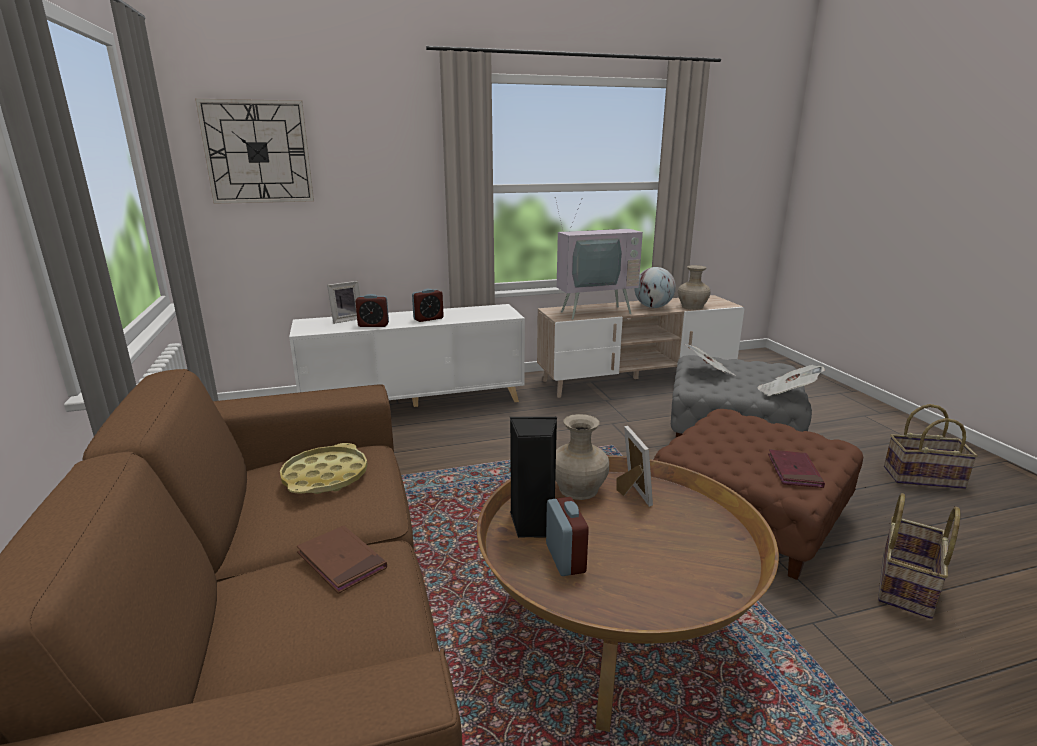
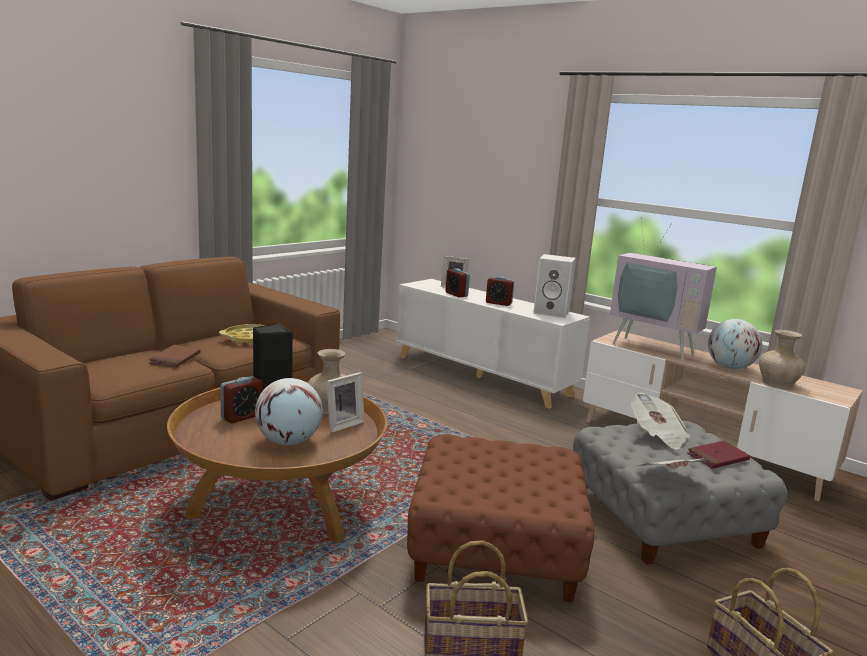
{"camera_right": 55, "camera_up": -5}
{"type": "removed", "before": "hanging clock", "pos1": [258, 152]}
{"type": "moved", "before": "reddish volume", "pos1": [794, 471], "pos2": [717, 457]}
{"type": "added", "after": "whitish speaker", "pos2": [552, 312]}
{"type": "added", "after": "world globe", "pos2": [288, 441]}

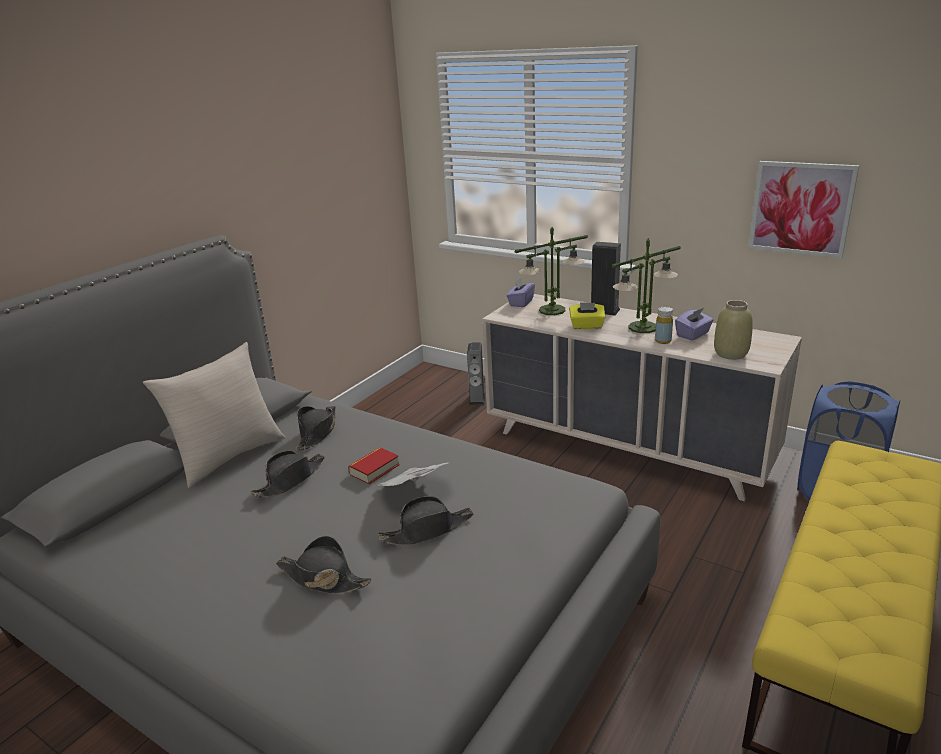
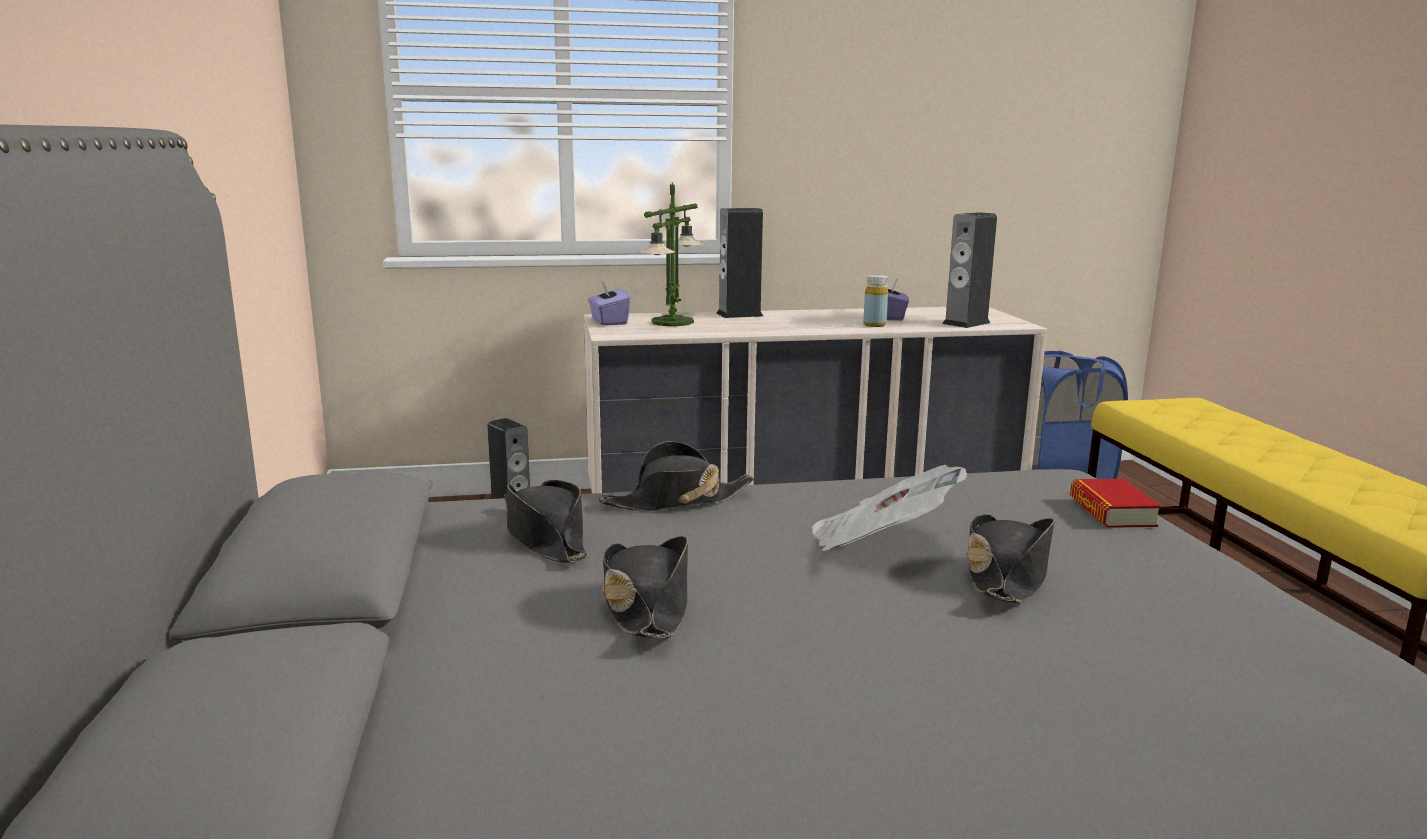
{"camera_right": -45, "camera_up": -10}
{"type": "removed", "before": "picture", "pos1": [801, 208]}
{"type": "removed", "before": "tabletop lamp", "pos1": [642, 328]}
{"type": "replaced", "before": "beige-coloured flower vase", "after": "speaker", "pos1": [731, 354], "pos2": [966, 323]}
{"type": "removed", "before": "yellow-coloured tissue box", "pos1": [587, 326]}
{"type": "removed", "before": "beige-coloured cushion", "pos1": [229, 456]}
{"type": "moved", "before": "volume", "pos1": [374, 469], "pos2": [1112, 512]}
{"type": "moved", "before": "black hat", "pos1": [323, 578], "pos2": [677, 501]}

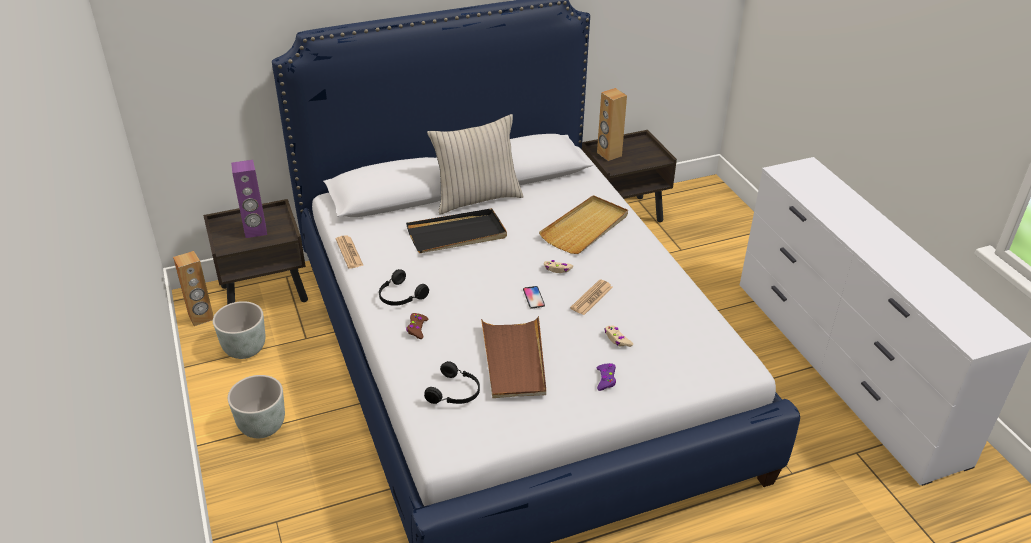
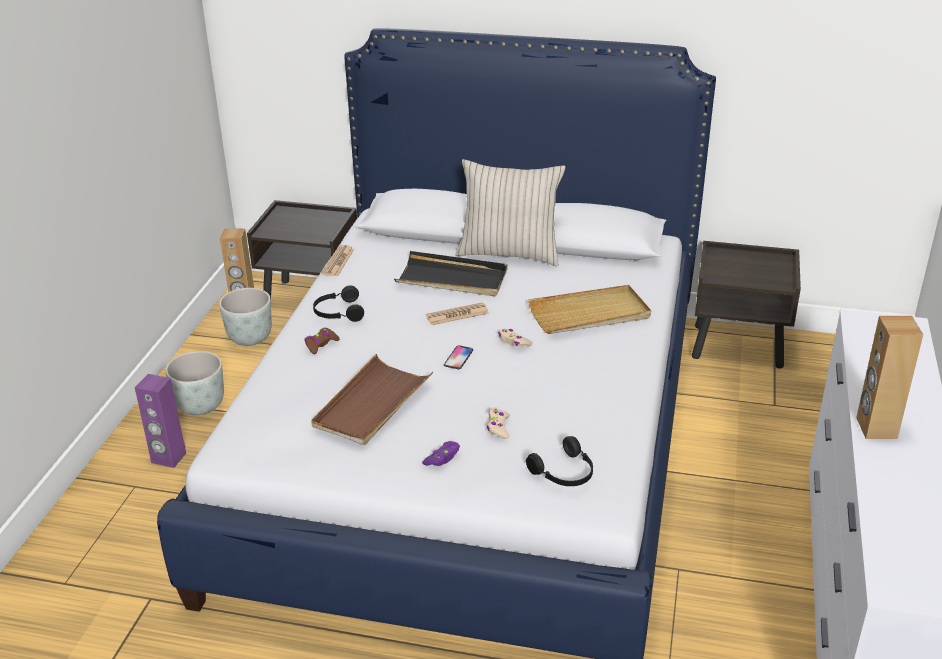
{"camera_right": 35, "camera_up": -5}
{"type": "moved", "before": "brown-coloured speaker", "pos1": [609, 154], "pos2": [875, 428]}
{"type": "moved", "before": "purplish speaker", "pos1": [255, 231], "pos2": [168, 458]}
{"type": "moved", "before": "daily paper", "pos1": [591, 298], "pos2": [457, 315]}
{"type": "moved", "before": "black headset", "pos1": [455, 392], "pos2": [564, 473]}

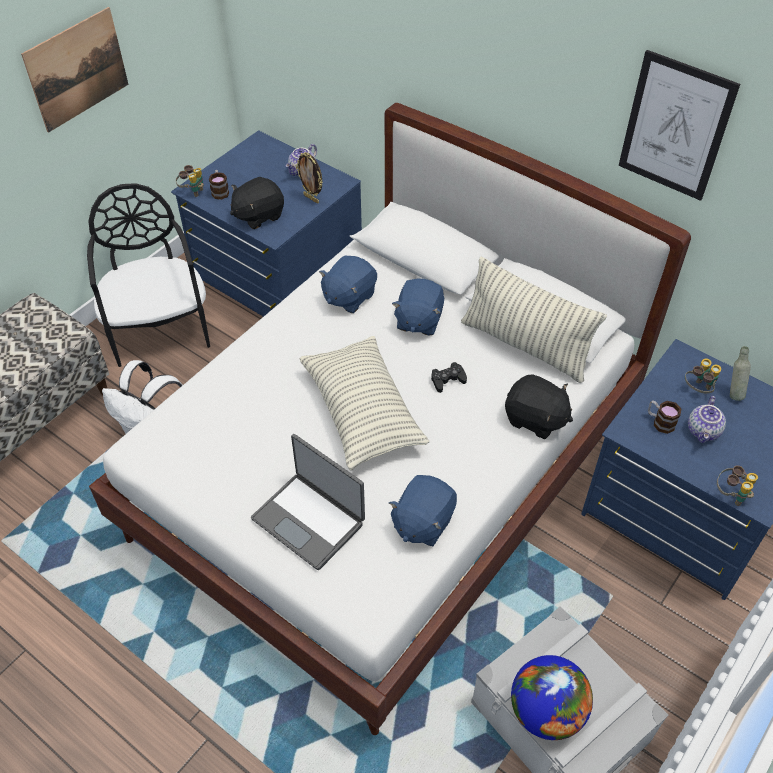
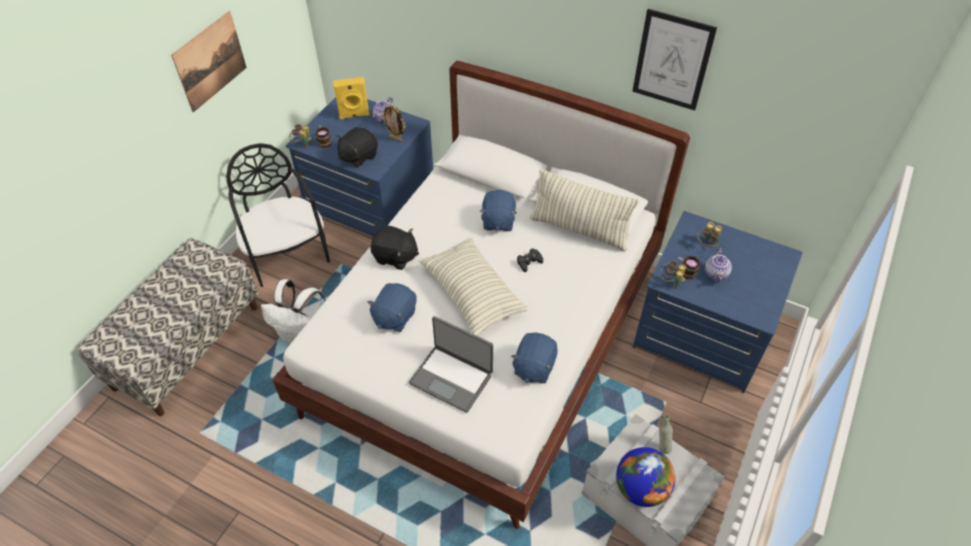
{"camera_right": -10, "camera_up": 0}
{"type": "moved", "before": "bluish cuddly toy", "pos1": [348, 297], "pos2": [394, 316]}
{"type": "moved", "before": "gray drink bottle", "pos1": [733, 392], "pos2": [662, 445]}
{"type": "moved", "before": "black cuddly toy", "pos1": [535, 419], "pos2": [395, 257]}
{"type": "moved", "before": "field glasses", "pos1": [731, 495], "pos2": [670, 282]}
{"type": "added", "after": "yellow-coloured speaker", "pos2": [354, 116]}

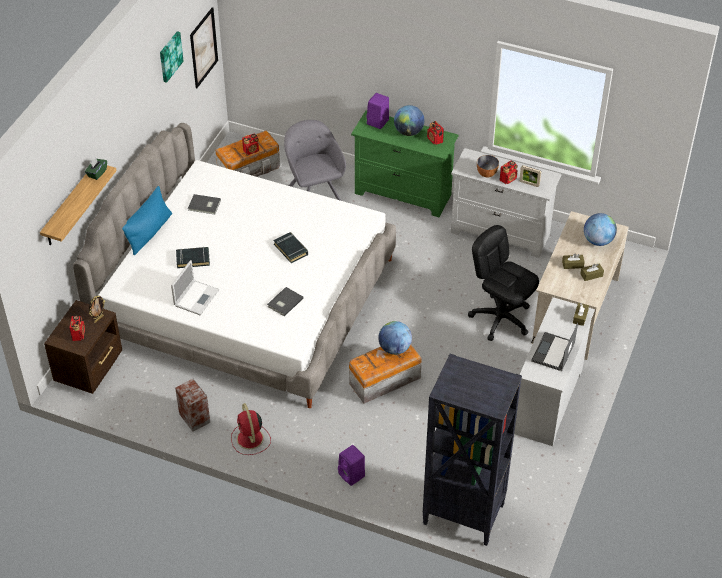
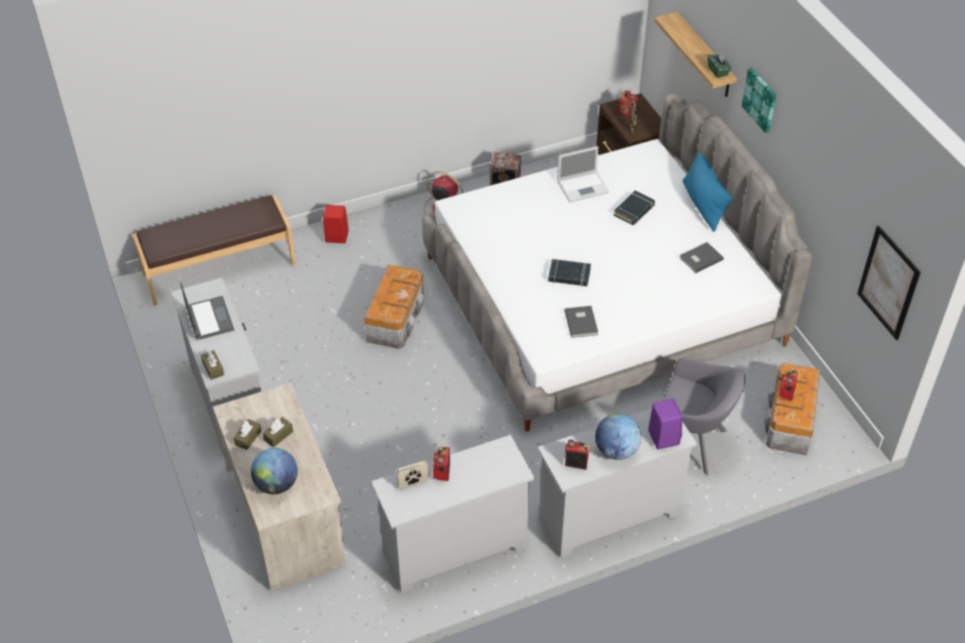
{"camera_right": 135, "camera_up": 0}
{"type": "moved", "before": "picture", "pos1": [170, 56], "pos2": [760, 99]}
{"type": "recoloured", "before": "green-coloured chest of drawers", "after": "whitish chest of drawers", "pos1": [403, 194], "pos2": [608, 516]}
{"type": "removed", "before": "serving bowl", "pos1": [486, 174]}
{"type": "removed", "before": "black office chair", "pos1": [501, 318]}
{"type": "turned", "before": "notebook computer", "pos1": [197, 297], "pos2": [583, 186], "turn": -90}
{"type": "moved", "before": "gray volume", "pos1": [284, 302], "pos2": [582, 322]}
{"type": "removed", "before": "world globe", "pos1": [394, 348]}
{"type": "replaced", "before": "black shelving unit", "after": "brown-coloured bench", "pos1": [462, 514], "pos2": [219, 268]}
{"type": "recoloured", "before": "purplish speaker", "after": "reddish speaker", "pos1": [352, 475], "pos2": [336, 236]}

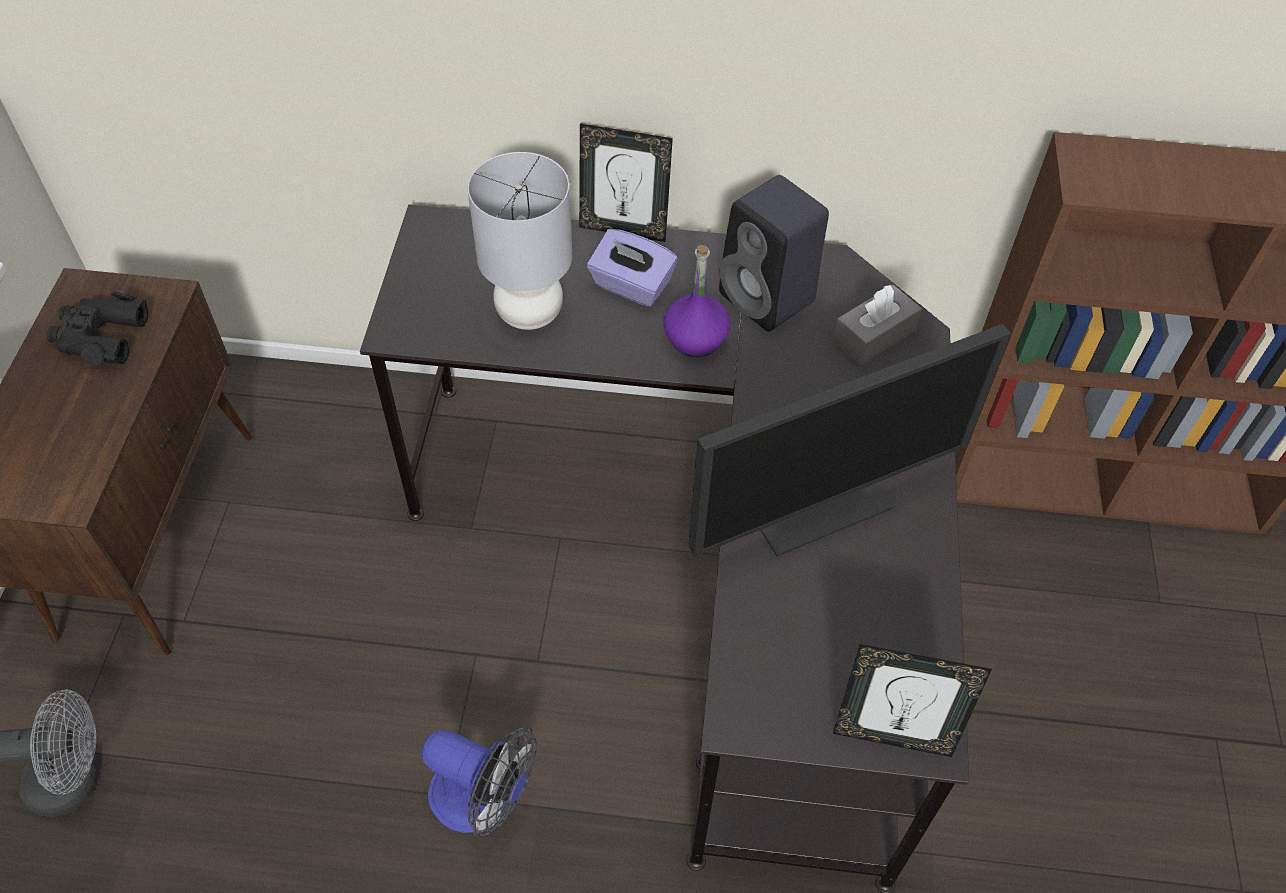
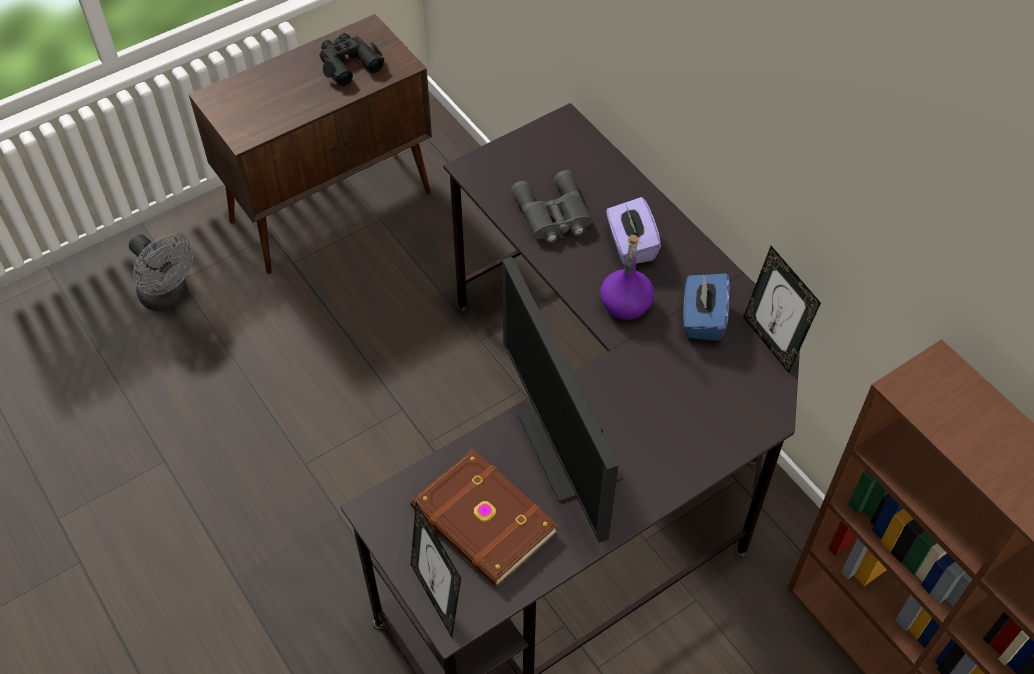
{"camera_right": 50, "camera_up": 0}
{"type": "moved", "before": "standing frame", "pos1": [623, 229], "pos2": [771, 342]}
{"type": "replaced", "before": "gray tabletop lamp", "after": "gray field glasses", "pos1": [530, 314], "pos2": [553, 215]}
{"type": "replaced", "before": "black speaker", "after": "bluish tissue box", "pos1": [769, 299], "pos2": [702, 319]}
{"type": "removed", "before": "gray tissue box", "pos1": [874, 336]}
{"type": "turned", "before": "monitor", "pos1": [816, 499], "pos2": [569, 448], "turn": 45}
{"type": "removed", "before": "electric fan", "pos1": [483, 800]}
{"type": "added", "after": "brown-coloured volume", "pos2": [482, 522]}

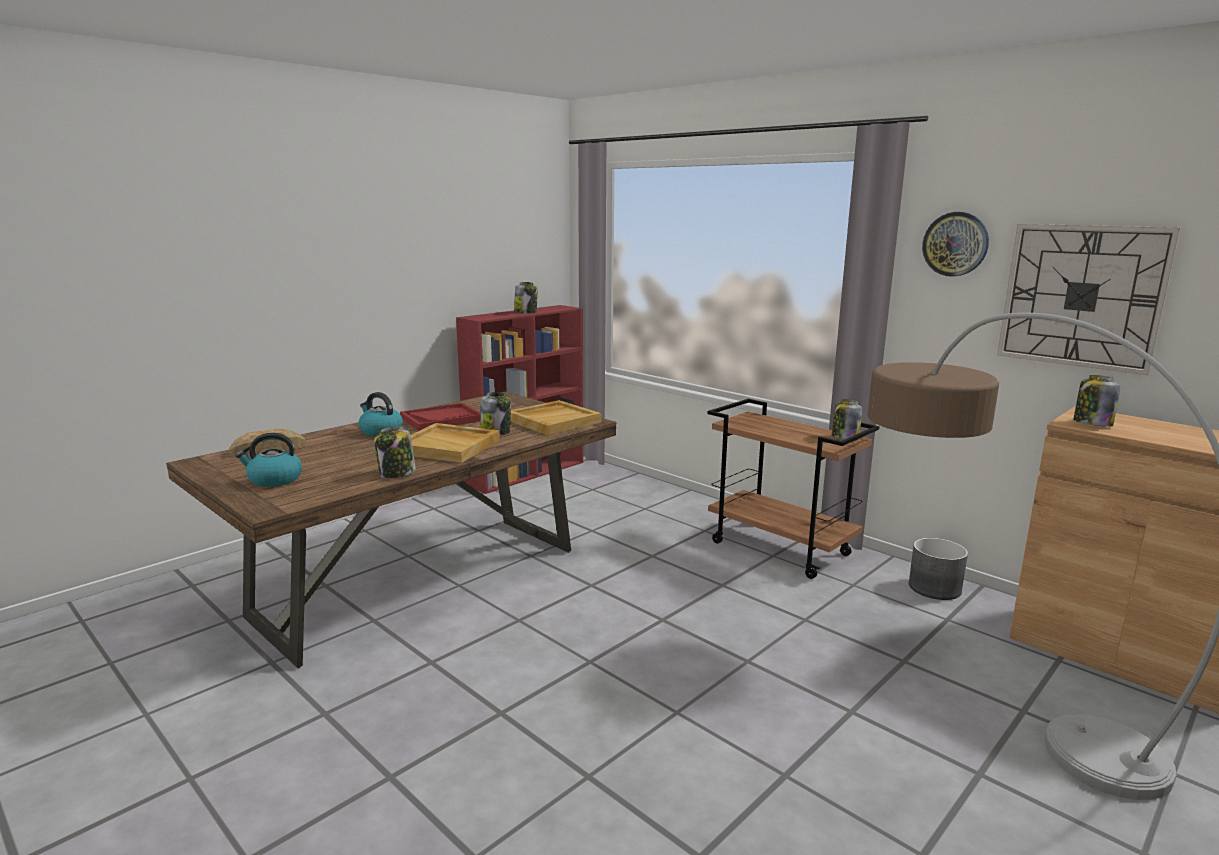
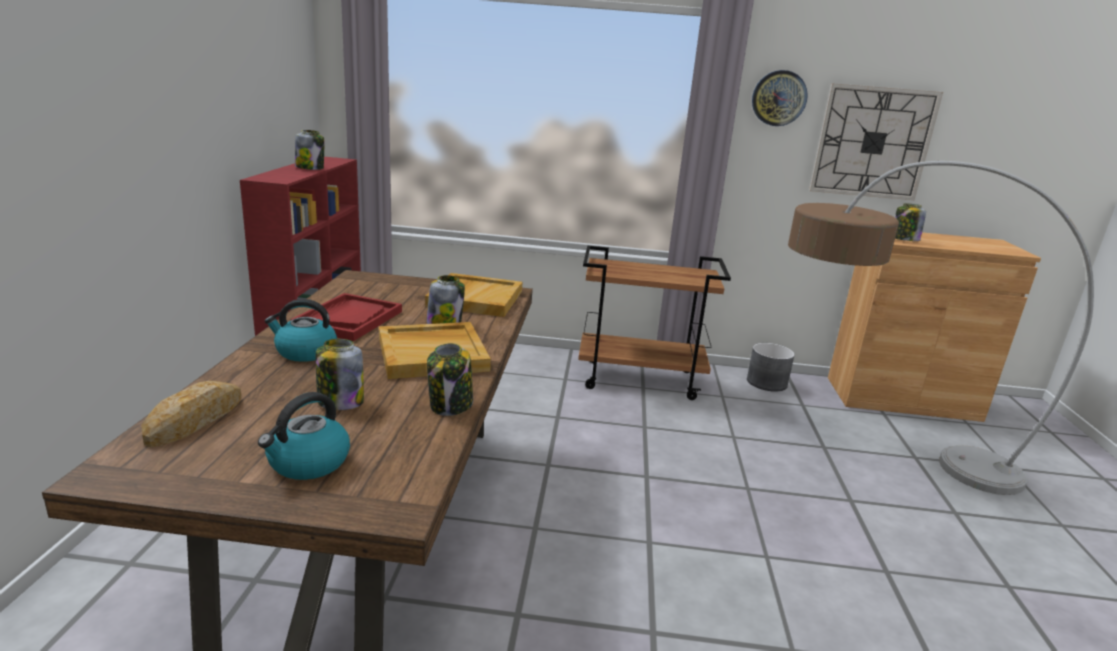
{"camera_right": -40, "camera_up": 5}
{"type": "moved", "before": "jar", "pos1": [844, 437], "pos2": [340, 402]}

